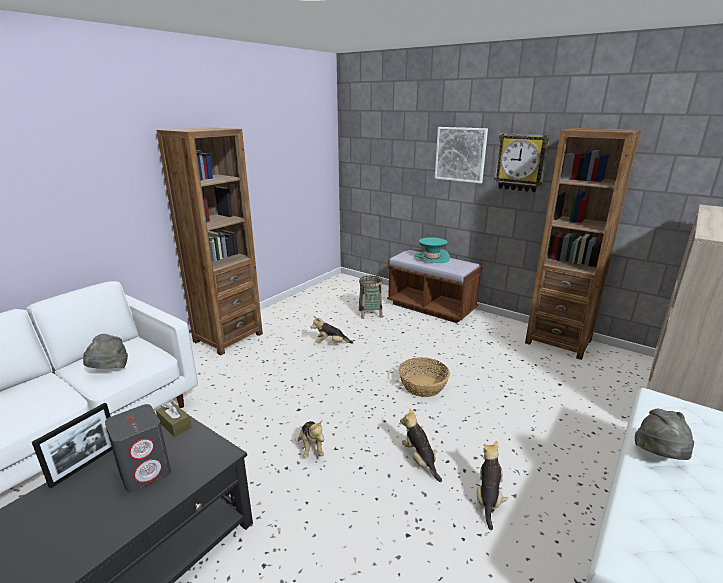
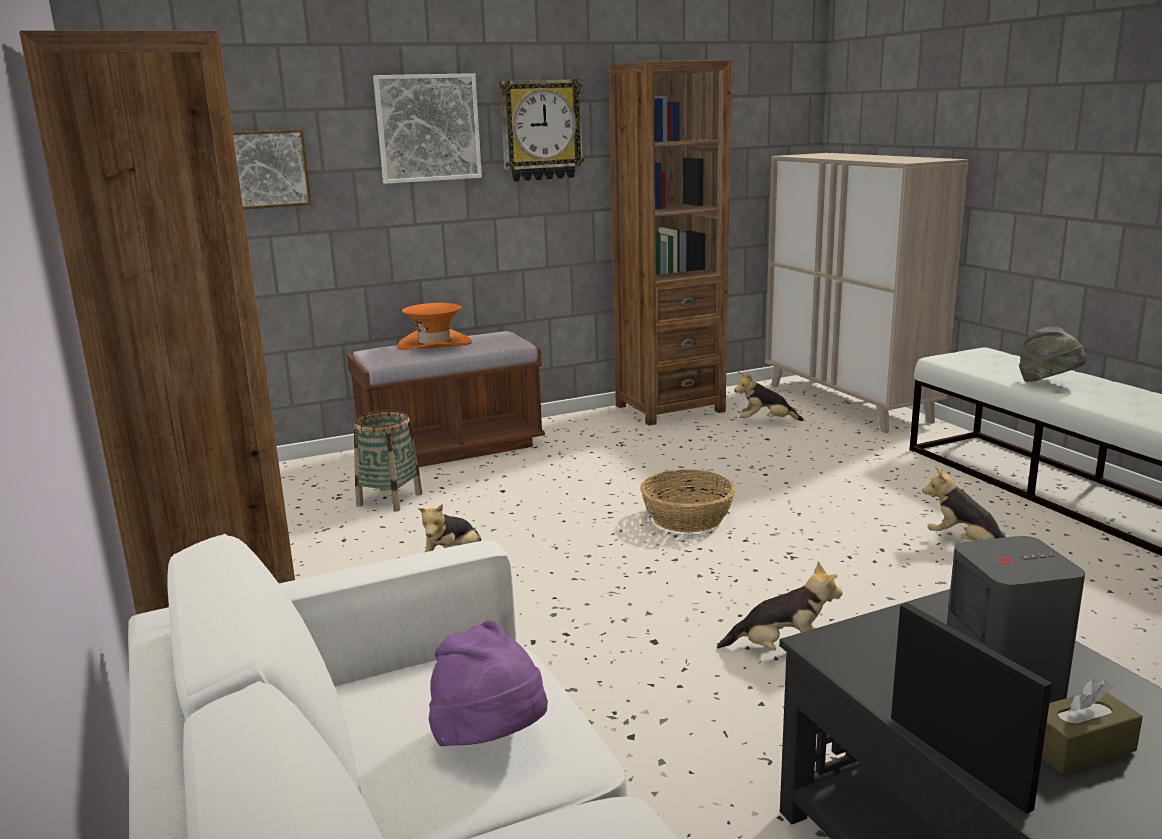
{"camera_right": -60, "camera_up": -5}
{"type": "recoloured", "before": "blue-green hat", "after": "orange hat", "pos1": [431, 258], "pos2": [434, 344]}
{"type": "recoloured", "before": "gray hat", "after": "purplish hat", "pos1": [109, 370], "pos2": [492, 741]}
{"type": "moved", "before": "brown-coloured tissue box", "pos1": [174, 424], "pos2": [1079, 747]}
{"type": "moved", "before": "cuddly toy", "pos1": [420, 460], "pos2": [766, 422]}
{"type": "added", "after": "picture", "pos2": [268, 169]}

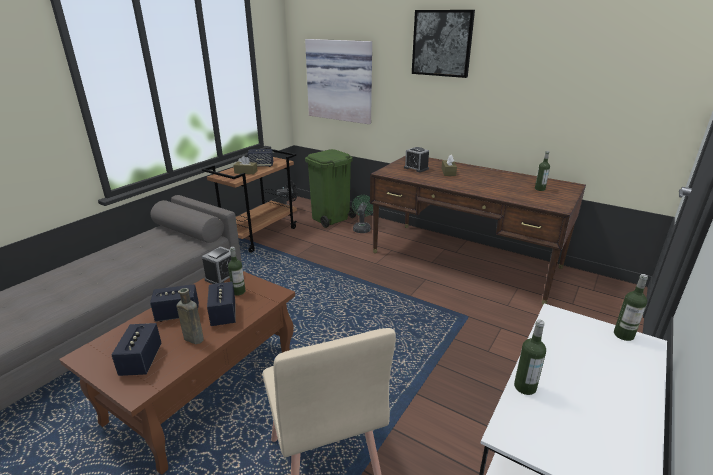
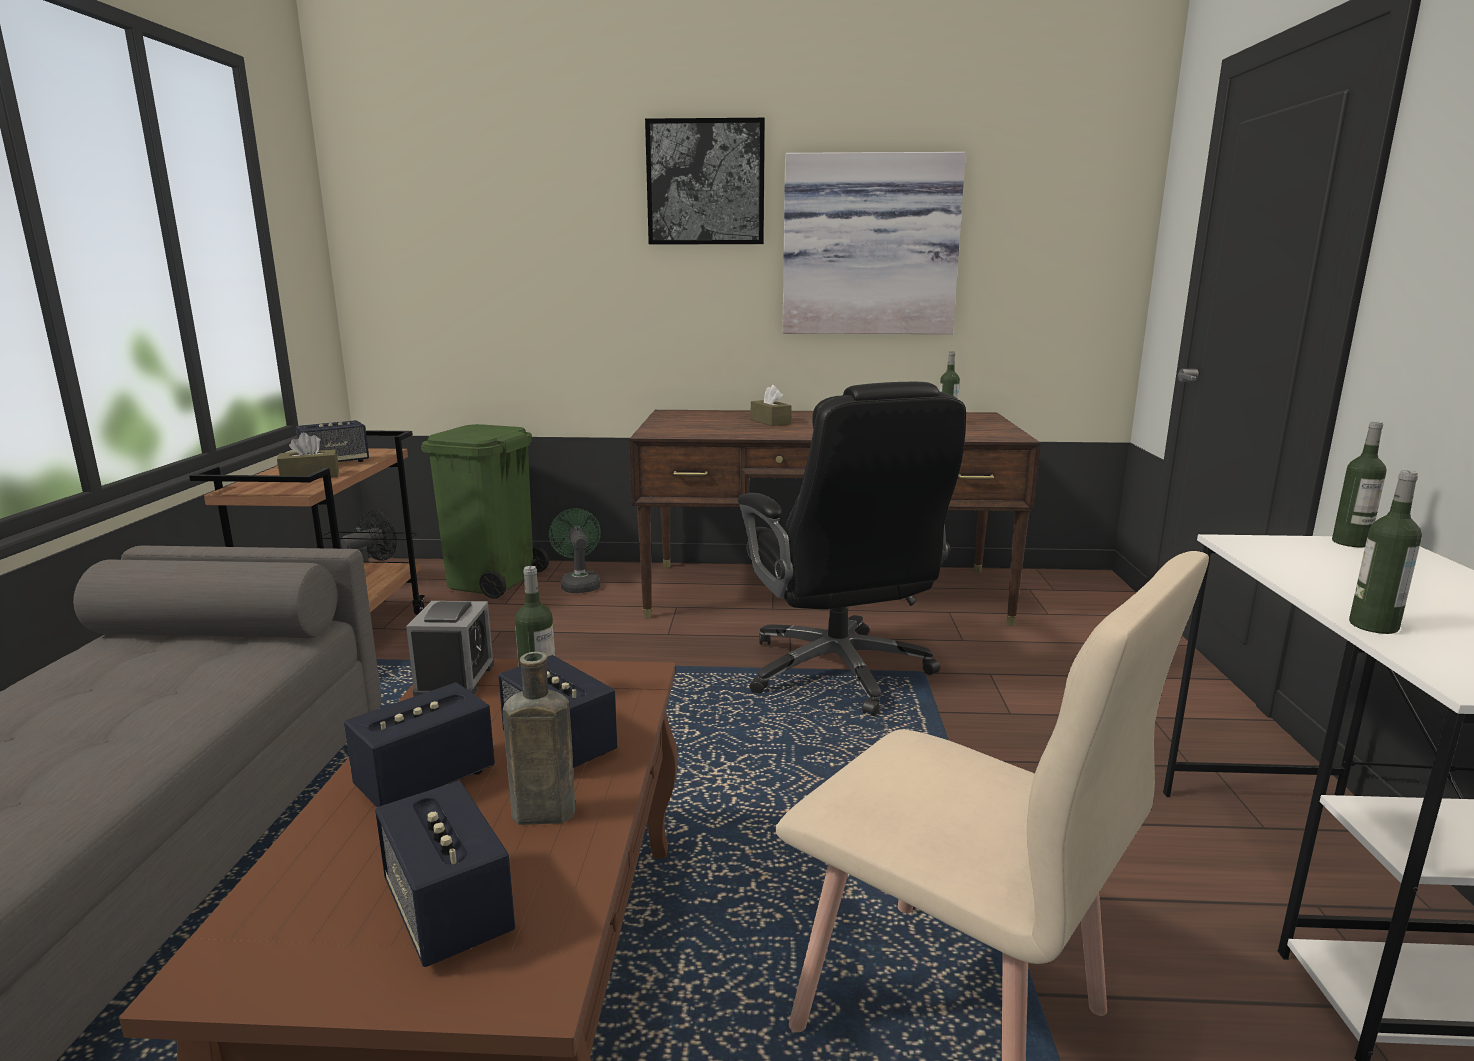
{"camera_right": -30, "camera_up": -10}
{"type": "moved", "before": "picture", "pos1": [340, 80], "pos2": [869, 246]}
{"type": "removed", "before": "alarm clock", "pos1": [416, 168]}
{"type": "added", "after": "black office chair", "pos2": [839, 672]}

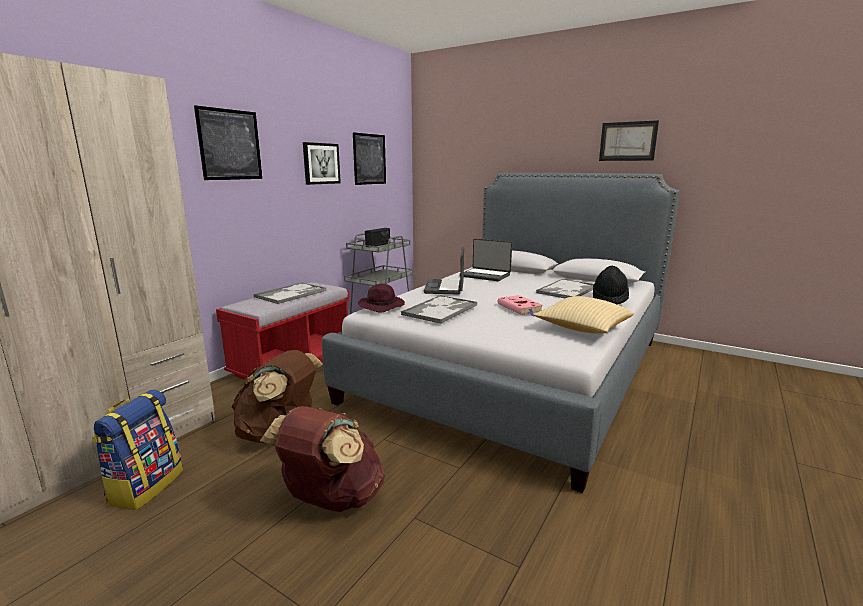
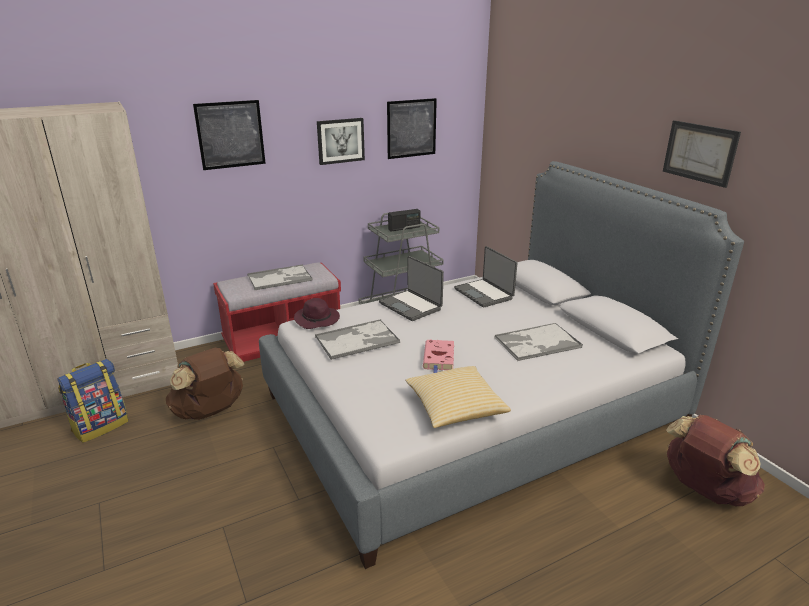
{"camera_right": 30, "camera_up": 10}
{"type": "turned", "before": "notebook computer", "pos1": [445, 288], "pos2": [411, 306], "turn": -75}
{"type": "removed", "before": "black hat", "pos1": [609, 299]}
{"type": "moved", "before": "brown-coloured rucksack", "pos1": [330, 500], "pos2": [704, 490]}

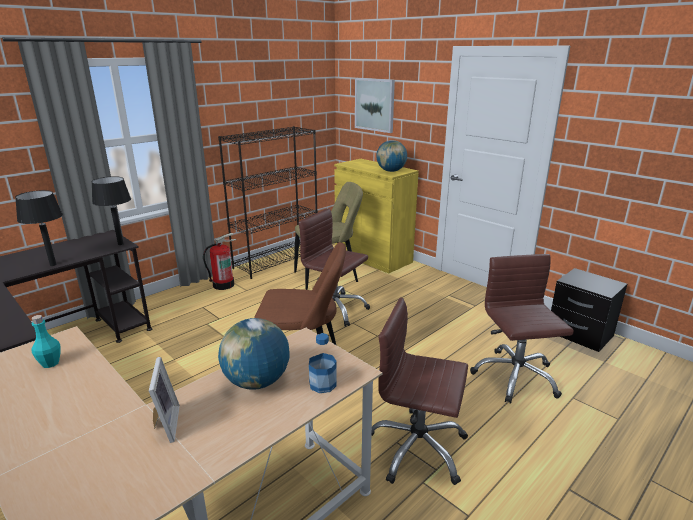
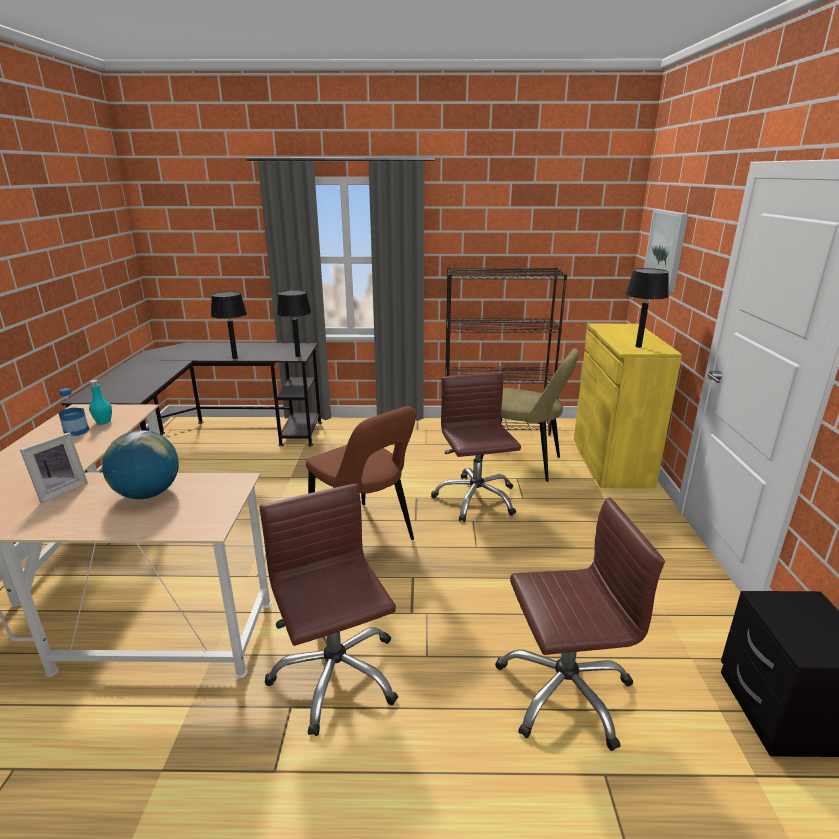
{"camera_right": 45, "camera_up": 0}
{"type": "replaced", "before": "world globe", "after": "black tabletop lamp", "pos1": [391, 171], "pos2": [638, 346]}
{"type": "removed", "before": "extinguisher", "pos1": [223, 284]}
{"type": "turned", "before": "brown-coloured office chair", "pos1": [515, 377], "pos2": [564, 690], "turn": 45}
{"type": "moved", "before": "drink bottle", "pos1": [322, 384], "pos2": [76, 431]}

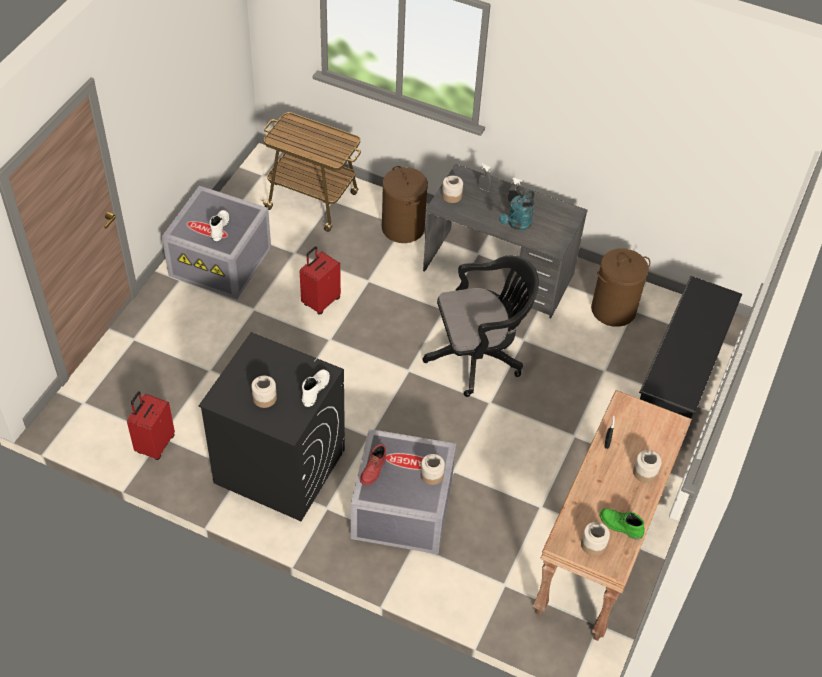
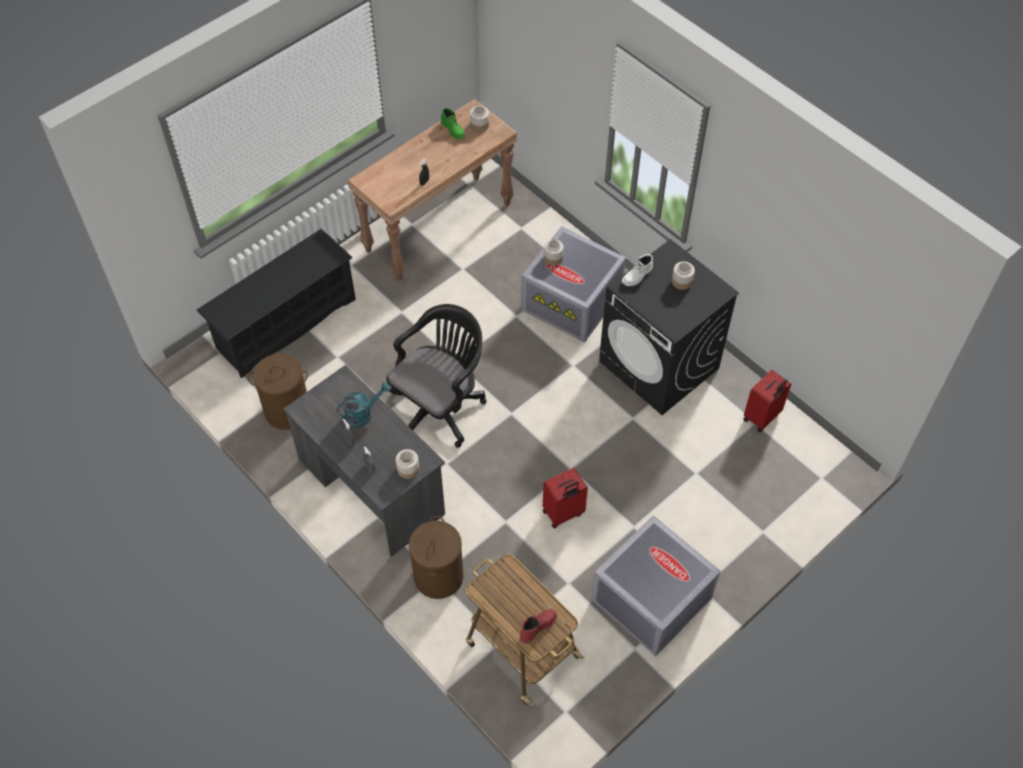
{"camera_right": -155, "camera_up": 5}
{"type": "removed", "before": "whitish boot", "pos1": [219, 227]}
{"type": "turned", "before": "black office chair", "pos1": [478, 356], "pos2": [440, 406], "turn": 120}
{"type": "moved", "before": "reddish boot", "pos1": [374, 470], "pos2": [537, 626]}
{"type": "removed", "before": "jar", "pos1": [645, 472]}

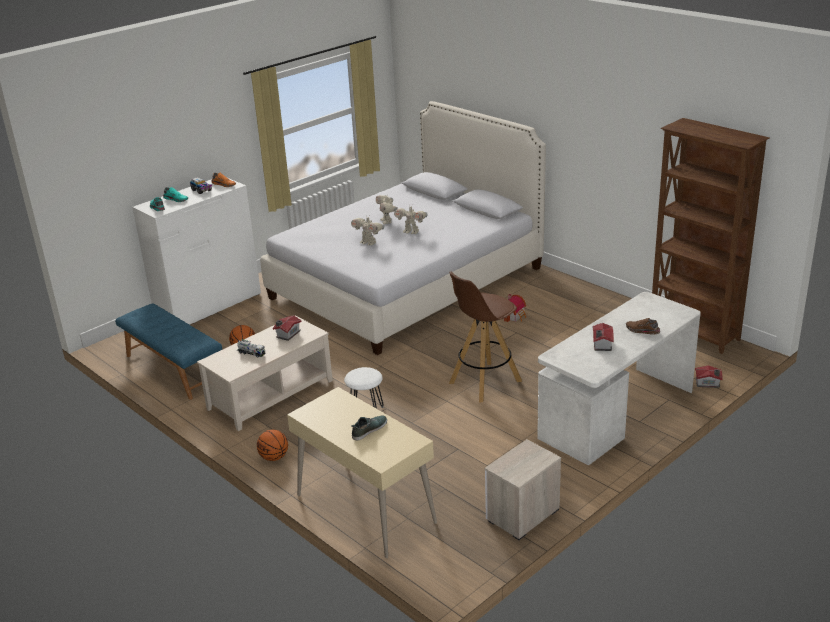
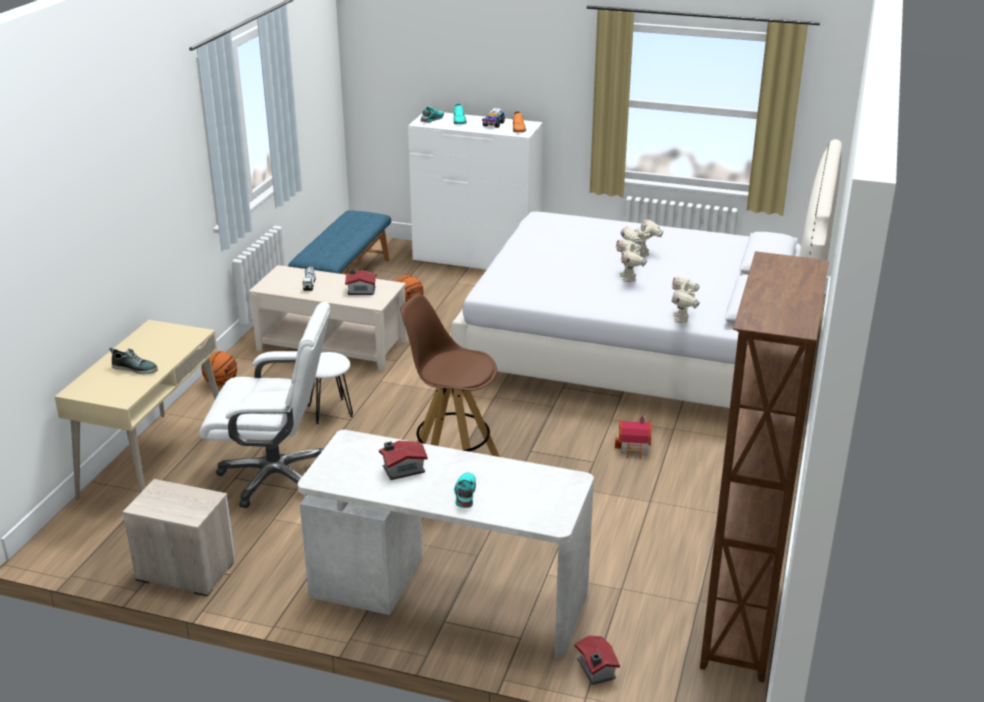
{"camera_right": 60, "camera_up": 0}
{"type": "moved", "before": "toy robot", "pos1": [368, 243], "pos2": [682, 318]}
{"type": "recoloured", "before": "brown-coloured shoe", "after": "blue-green shoe", "pos1": [642, 331], "pos2": [464, 494]}
{"type": "added", "after": "whitish office chair", "pos2": [276, 476]}

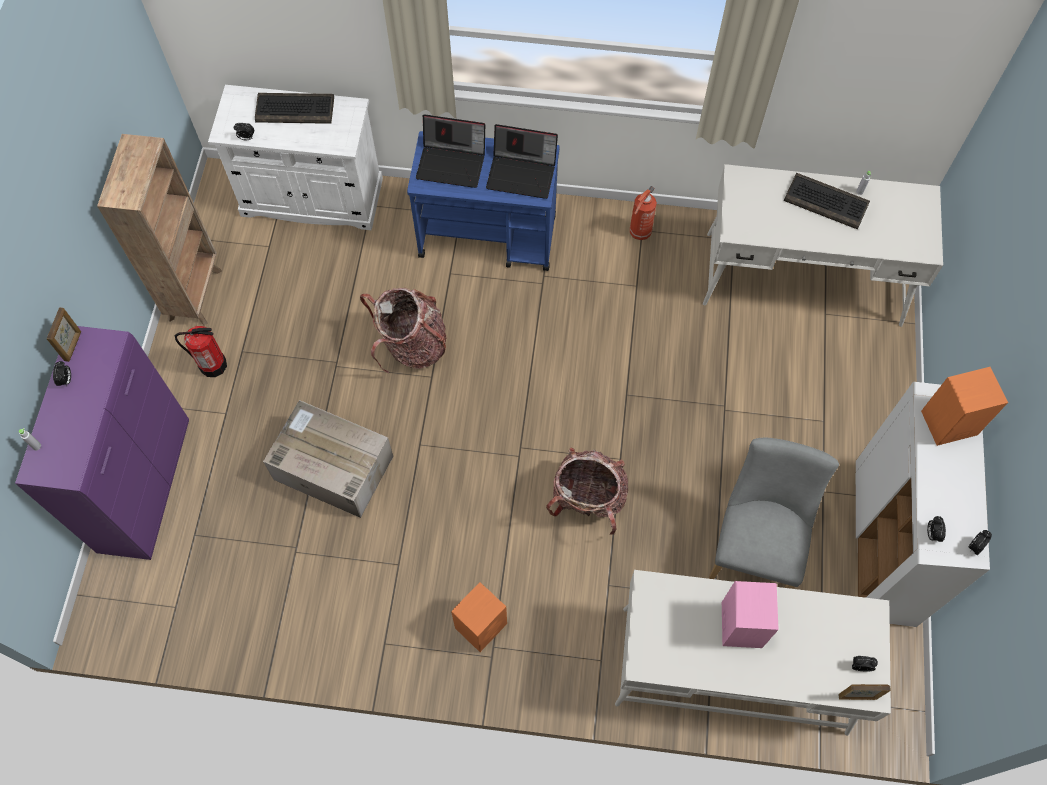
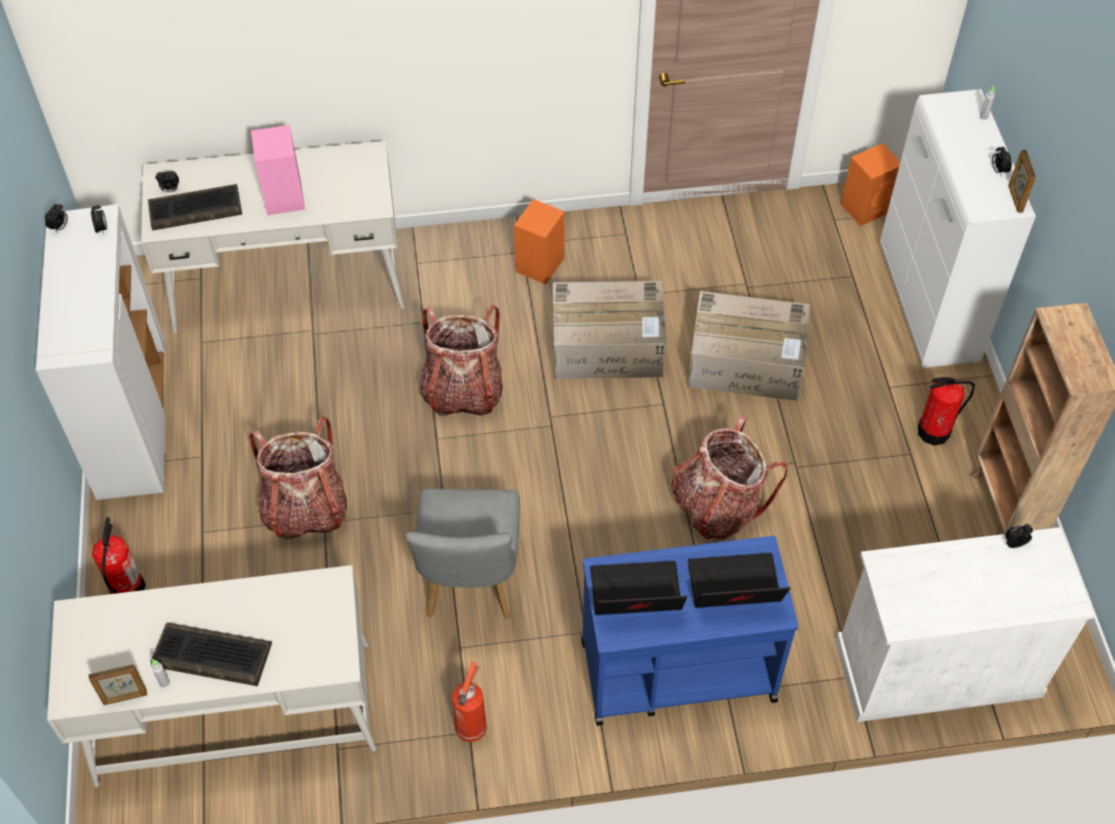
{"camera_right": 165, "camera_up": -10}
{"type": "moved", "before": "keyboard", "pos1": [296, 109], "pos2": [194, 209]}
{"type": "recoloured", "before": "purplish cupboard", "after": "whitish cupboard", "pos1": [146, 485], "pos2": [928, 305]}
{"type": "moved", "before": "orange speaker", "pos1": [947, 423], "pos2": [866, 207]}
{"type": "moved", "before": "gray upright chair", "pos1": [755, 545], "pos2": [470, 584]}
{"type": "moved", "before": "standing frame", "pos1": [857, 696], "pos2": [125, 697]}
{"type": "added", "after": "cardboard box", "pos2": [608, 346]}
{"type": "added", "after": "rucksack", "pos2": [305, 509]}
{"type": "added", "after": "extinguisher", "pos2": [127, 589]}

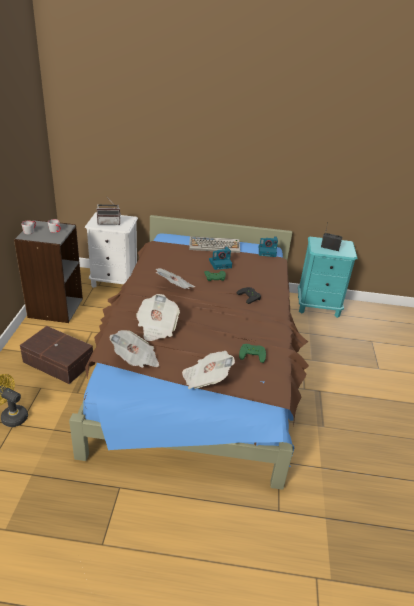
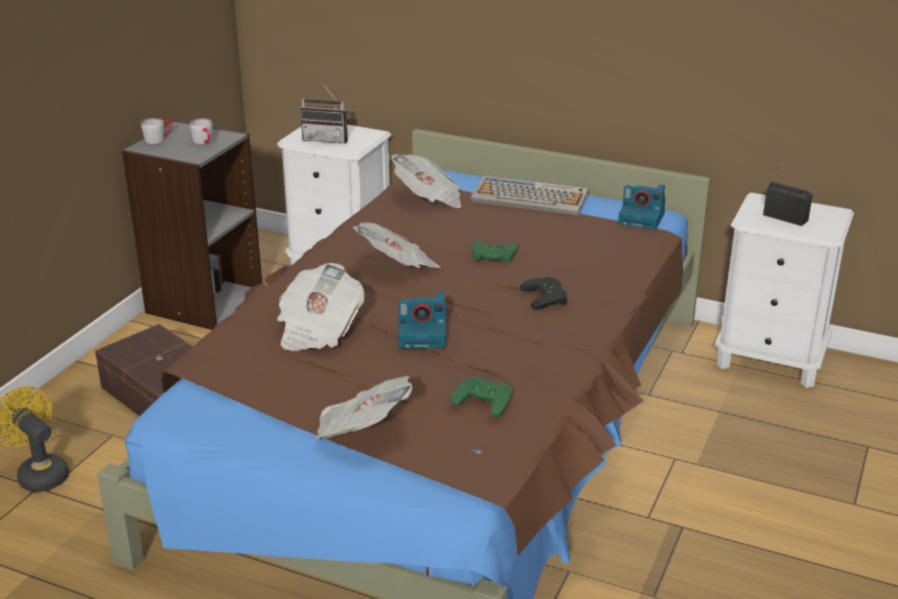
{"camera_right": 20, "camera_up": -5}
{"type": "recoloured", "before": "blue-green night table", "after": "whitish night table", "pos1": [318, 306], "pos2": [770, 360]}
{"type": "moved", "before": "photo camera", "pos1": [220, 263], "pos2": [424, 334]}
{"type": "moved", "before": "daily paper", "pos1": [136, 360], "pos2": [429, 199]}

